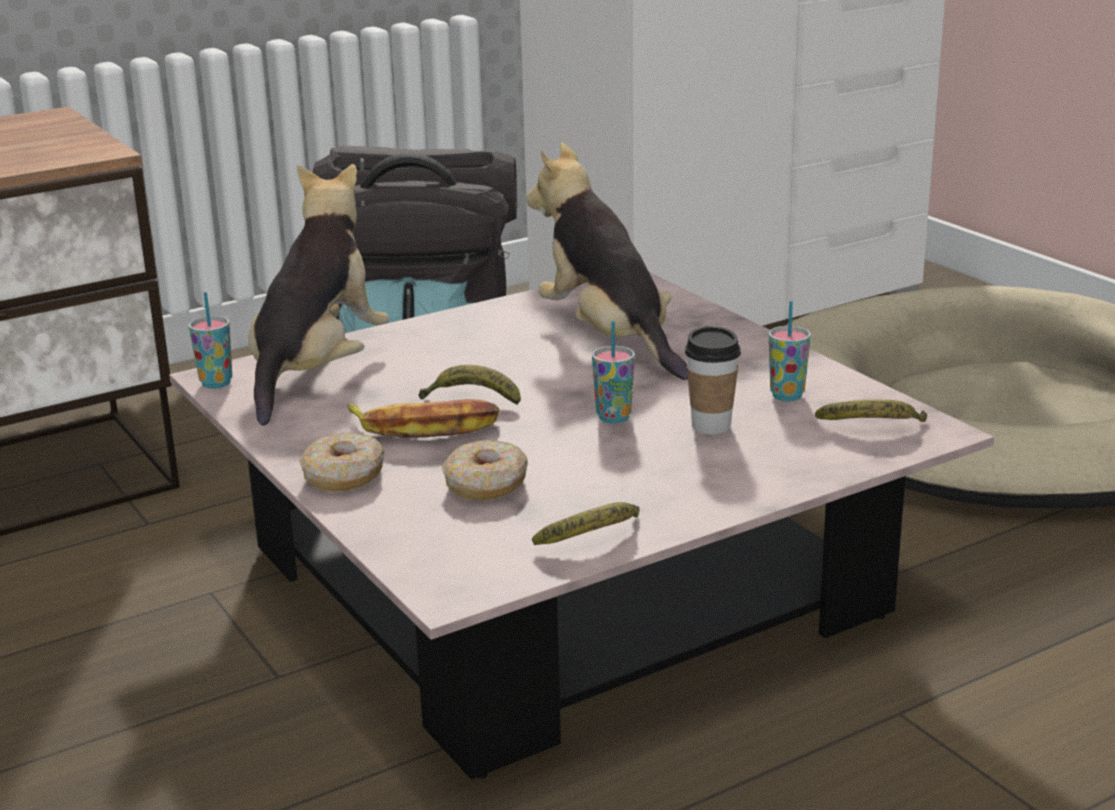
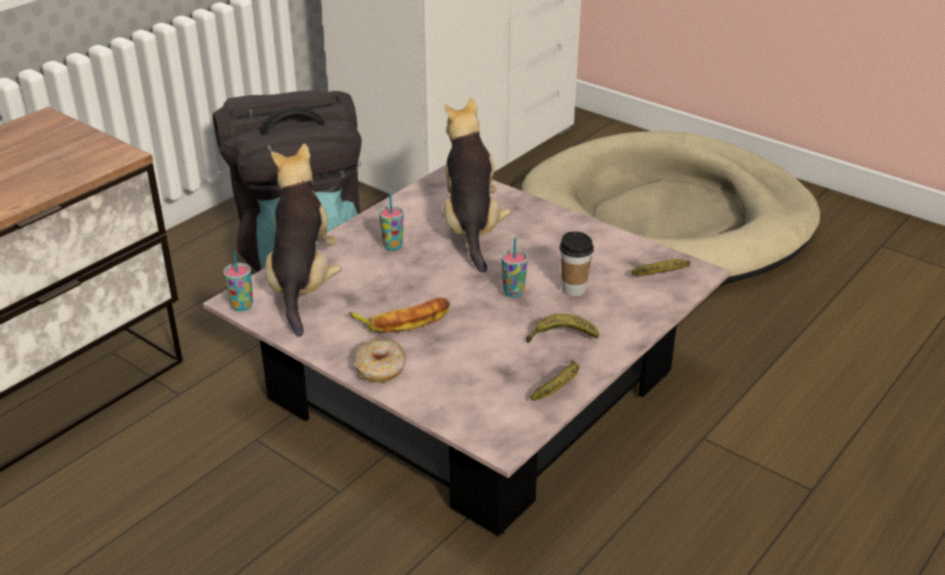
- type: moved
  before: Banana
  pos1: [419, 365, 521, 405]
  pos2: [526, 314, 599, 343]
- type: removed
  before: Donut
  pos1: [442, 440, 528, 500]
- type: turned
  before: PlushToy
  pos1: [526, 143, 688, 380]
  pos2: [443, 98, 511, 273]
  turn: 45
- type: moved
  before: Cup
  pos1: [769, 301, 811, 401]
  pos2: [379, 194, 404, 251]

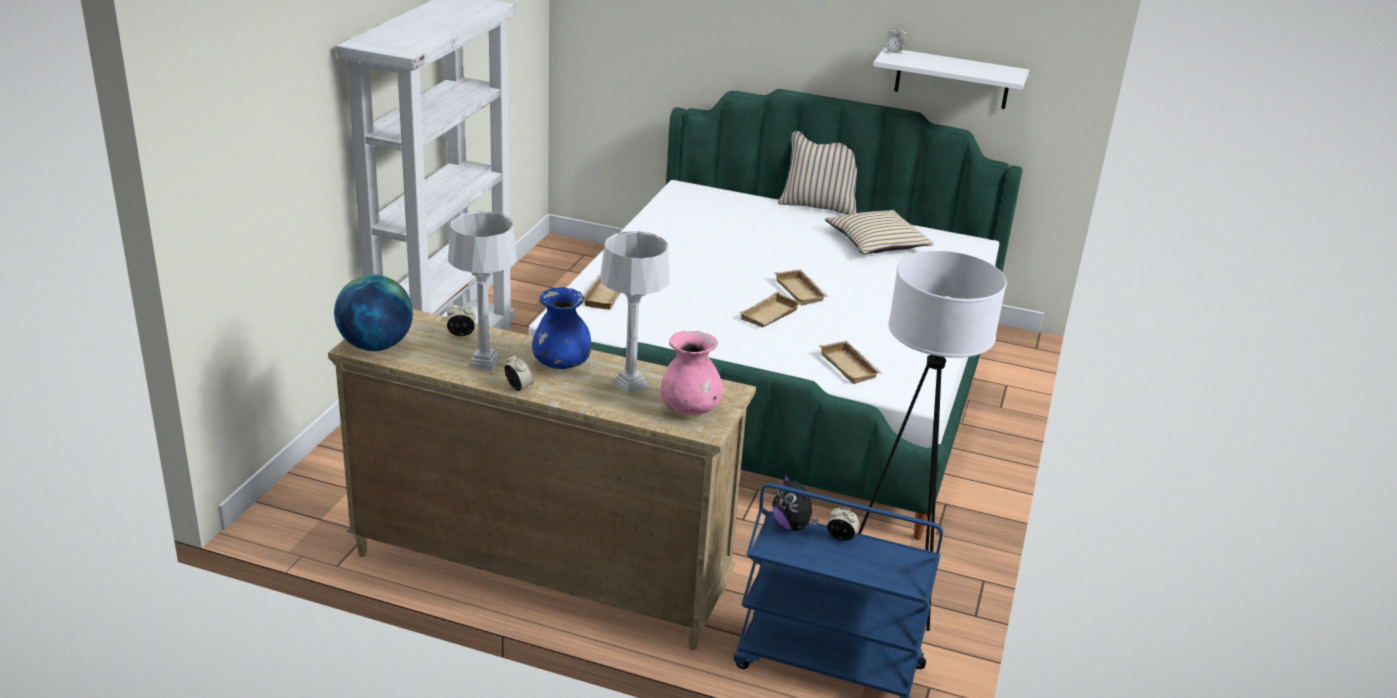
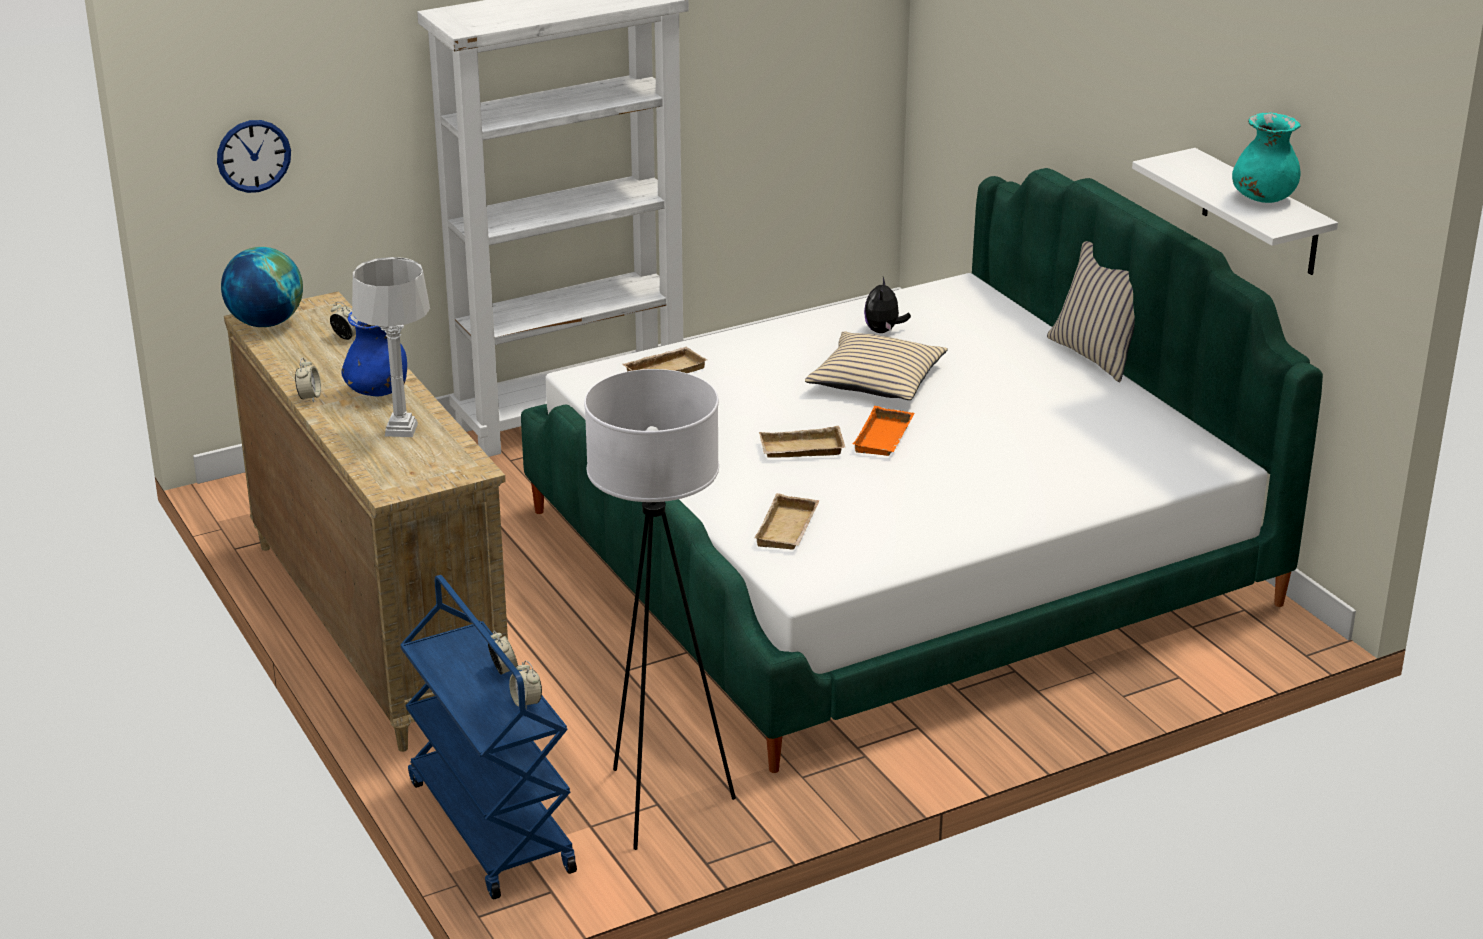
- type: removed
  before: GreyTableLamp
  pos1: [448, 211, 517, 371]
- type: removed
  before: PinkVase
  pos1: [661, 331, 723, 415]
- type: moved
  before: PlushToy
  pos1: [772, 473, 818, 531]
  pos2: [864, 277, 911, 333]
- type: recoloured
  before: BeigeTray
  after: OrangeTray
  pos1: [774, 269, 829, 305]
  pos2: [853, 406, 914, 456]
- type: moved
  before: BeigePillow
  pos1: [825, 210, 934, 254]
  pos2: [805, 331, 948, 400]
- type: moved
  before: AlarmClock
  pos1: [885, 25, 907, 54]
  pos2: [509, 660, 542, 710]
- type: added
  after: WallClock
  pos2: [217, 120, 291, 193]
- type: added
  after: TurquoiseVase
  pos2: [1232, 112, 1301, 203]

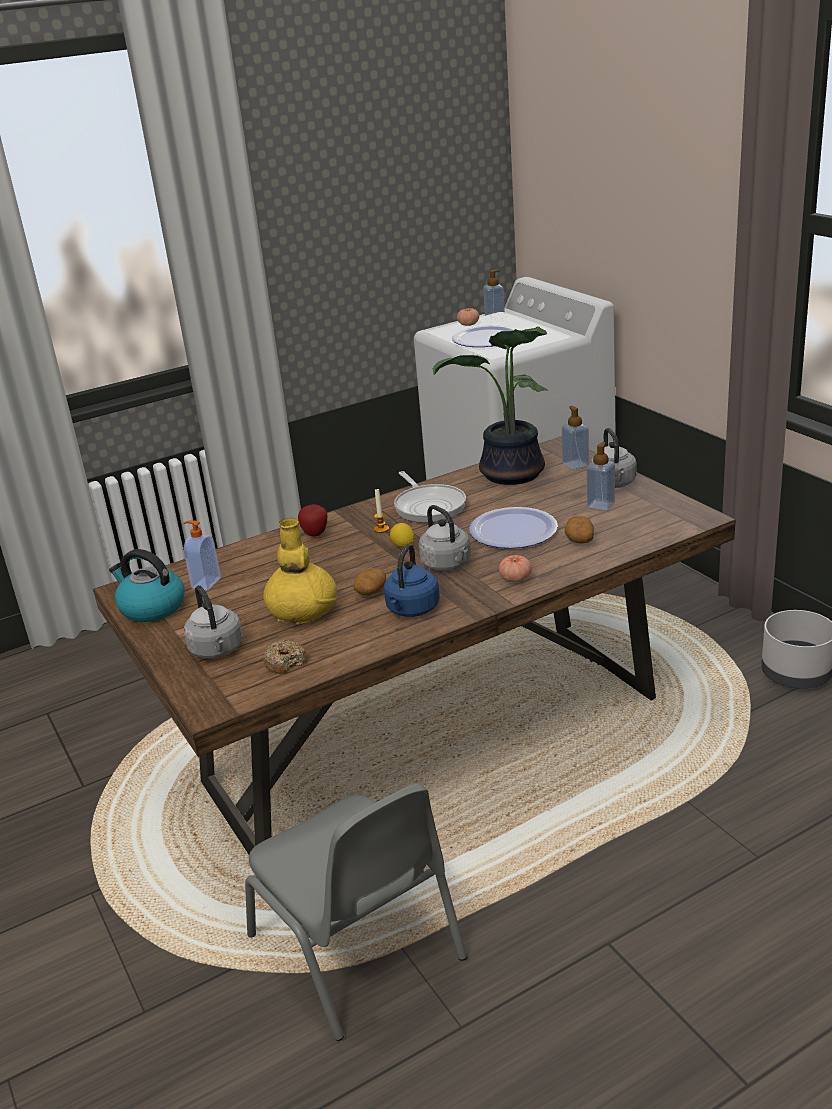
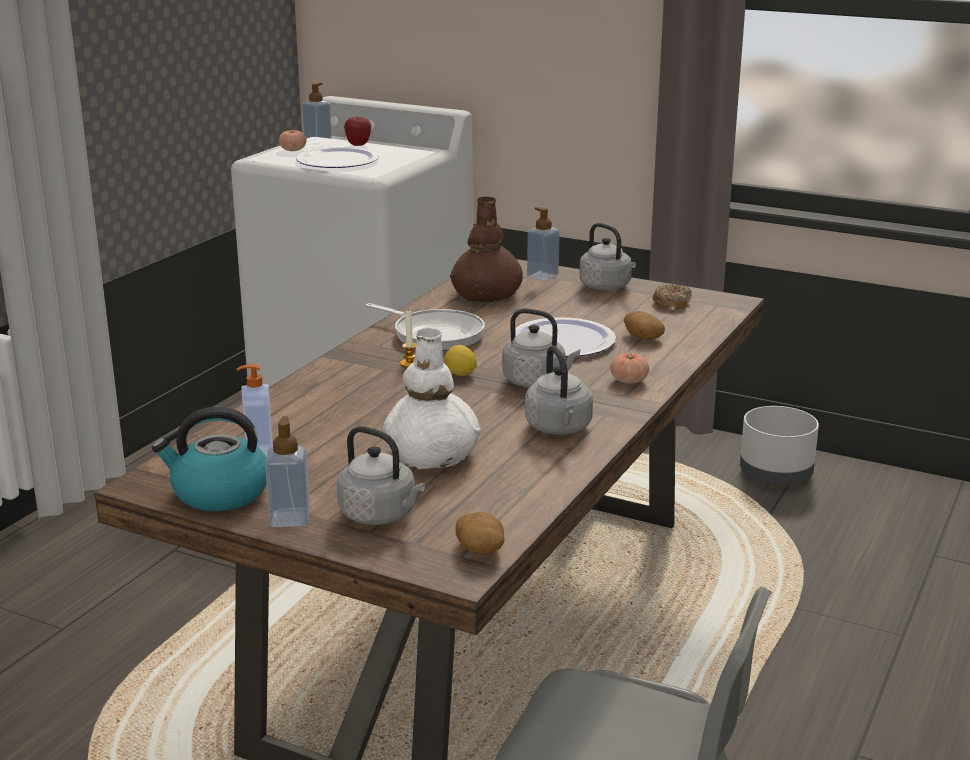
- type: recoloured
  before: YellowVase
  after: WhiteVase
  pos1: [263, 518, 337, 624]
  pos2: [383, 328, 481, 469]
- type: moved
  before: Donut
  pos1: [263, 640, 306, 674]
  pos2: [652, 284, 692, 310]
- type: moved
  before: Apple
  pos1: [298, 504, 327, 536]
  pos2: [344, 117, 371, 146]
- type: moved
  before: Potato
  pos1: [353, 568, 386, 595]
  pos2: [455, 512, 505, 554]
- type: recoloured
  before: BlueKettle
  after: GreyKettle
  pos1: [384, 544, 440, 617]
  pos2: [525, 345, 593, 435]
- type: replaced
  before: PottedPlant
  after: BrownVase
  pos1: [433, 327, 549, 485]
  pos2: [450, 197, 523, 303]
- type: moved
  before: SoapDispenser
  pos1: [587, 442, 615, 510]
  pos2: [265, 416, 310, 527]

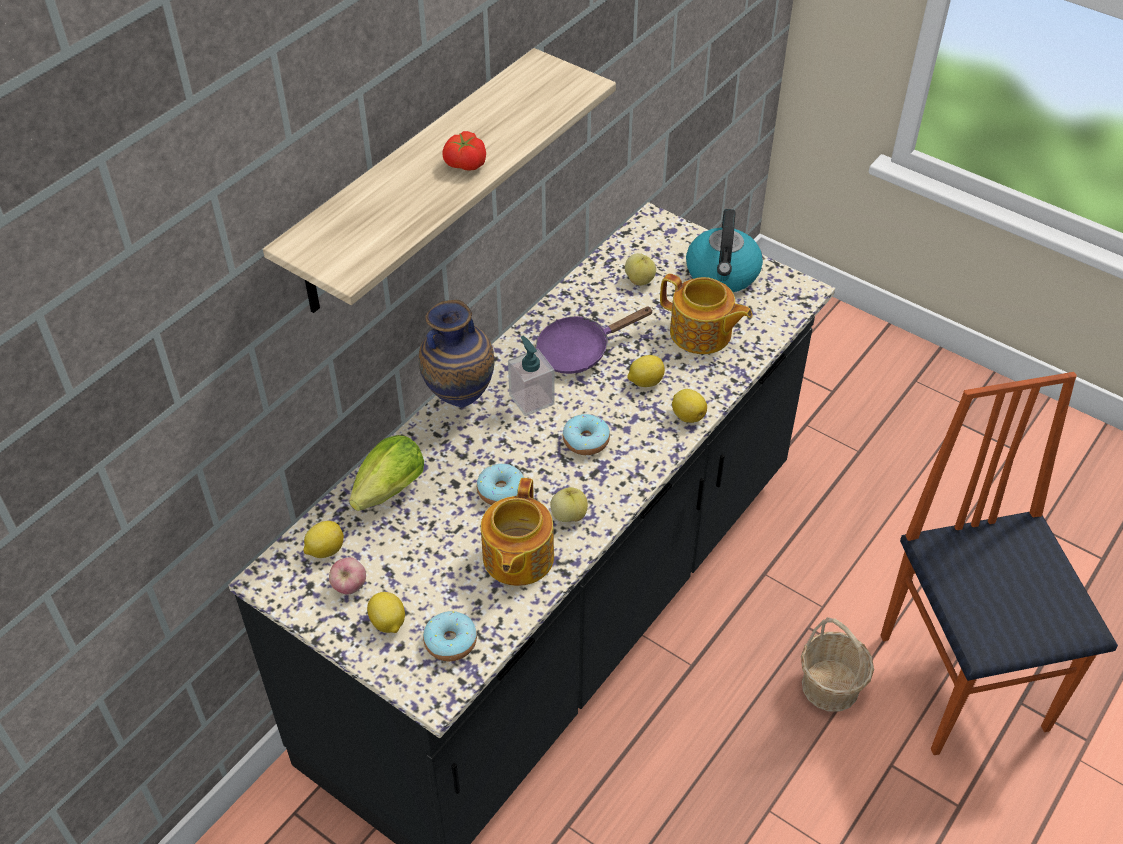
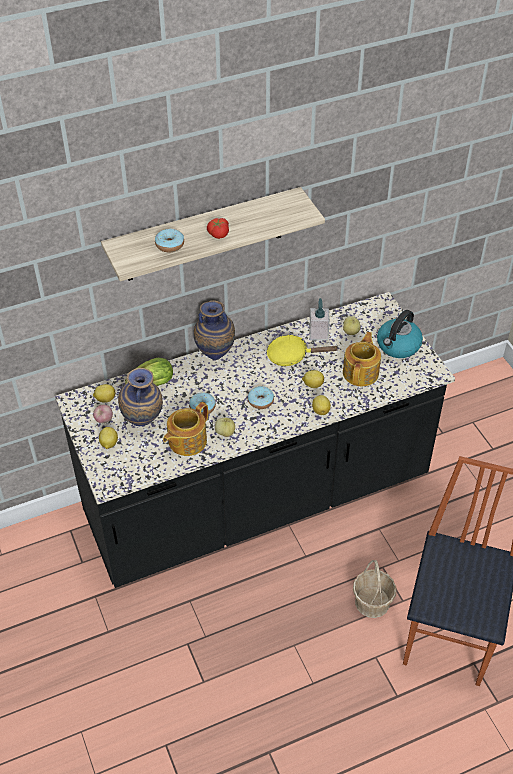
- type: moved
  before: Donut
  pos1: [423, 611, 477, 661]
  pos2: [155, 229, 184, 252]
- type: moved
  before: SoapDispenser
  pos1: [508, 336, 555, 416]
  pos2: [309, 298, 330, 340]
- type: recoloured
  before: PurpleFryingPan
  after: YellowFryingPan
  pos1: [536, 307, 654, 374]
  pos2: [267, 334, 339, 366]
- type: turned
  before: Teapot
  pos1: [660, 274, 752, 354]
  pos2: [343, 332, 381, 386]
  turn: -135
- type: added
  after: Vase
  pos2: [118, 368, 163, 426]

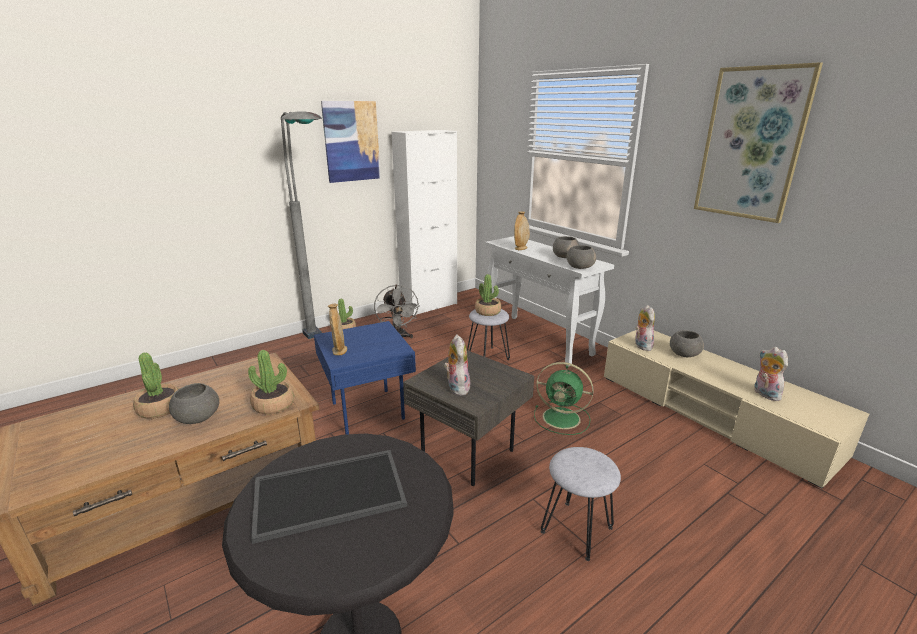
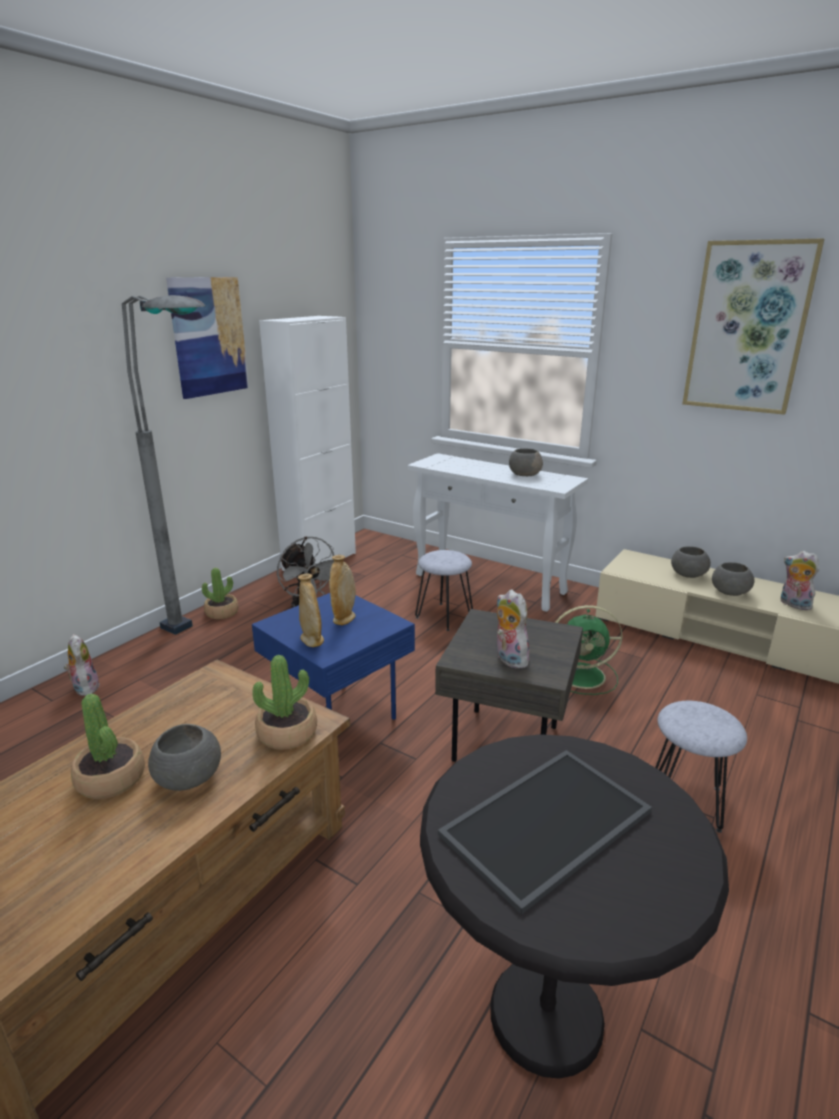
- type: removed
  before: PottedPlant
  pos1: [475, 274, 501, 316]
- type: moved
  before: BeigeVase
  pos1: [514, 212, 530, 250]
  pos2: [329, 555, 356, 625]
- type: moved
  before: GreyBowl
  pos1: [567, 245, 596, 269]
  pos2: [712, 562, 754, 596]
- type: moved
  before: PlushToy
  pos1: [635, 305, 655, 351]
  pos2: [63, 634, 99, 696]

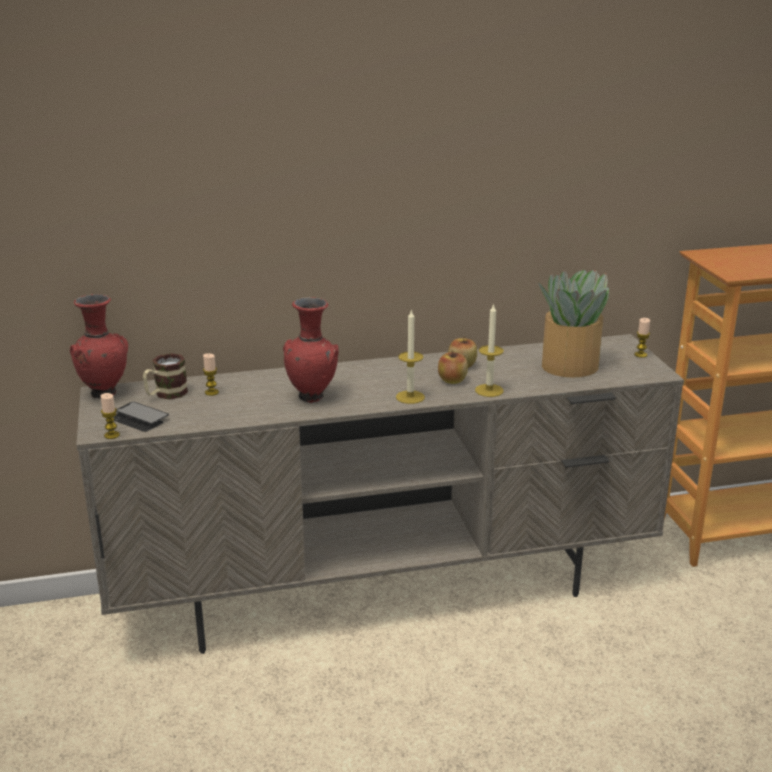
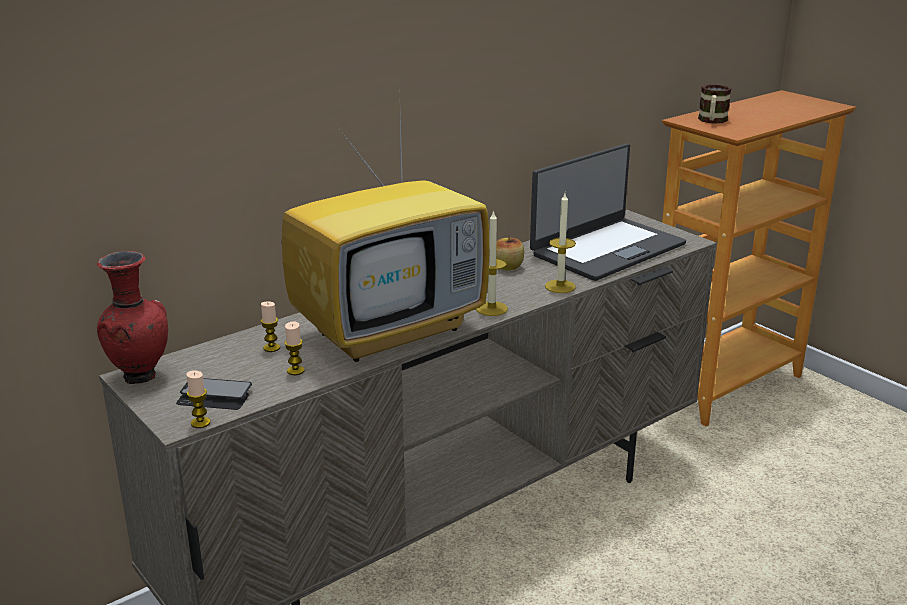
- type: moved
  before: Mug
  pos1: [143, 353, 188, 400]
  pos2: [698, 84, 731, 123]
- type: replaced
  before: RedVase
  after: Television
  pos1: [283, 297, 339, 403]
  pos2: [282, 86, 490, 362]
- type: removed
  before: Apple
  pos1: [438, 351, 468, 384]
- type: replaced
  before: PottedPlant
  after: Laptop
  pos1: [538, 270, 609, 378]
  pos2: [530, 144, 686, 281]
- type: moved
  before: Candle
  pos1: [634, 318, 650, 358]
  pos2: [285, 321, 305, 375]

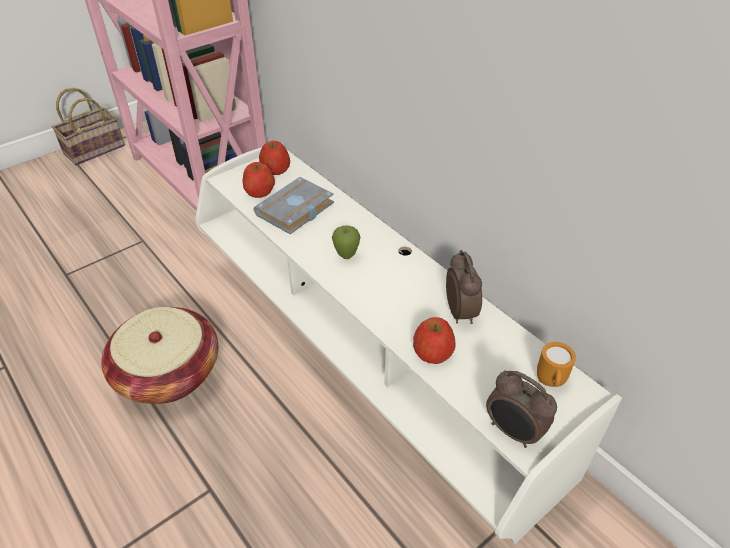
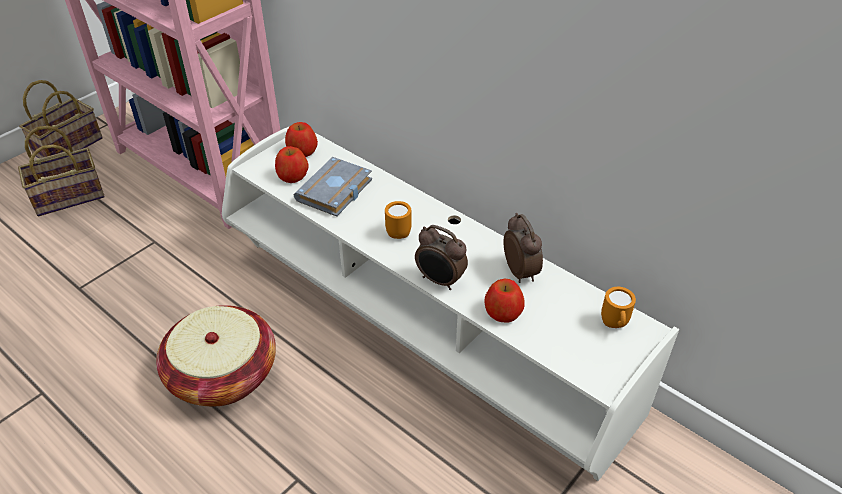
- type: replaced
  before: Apple
  after: OrangeMug
  pos1: [332, 226, 360, 259]
  pos2: [385, 201, 412, 239]
- type: moved
  before: AlarmClock
  pos1: [486, 370, 557, 448]
  pos2: [415, 225, 468, 290]
- type: added
  after: Basket
  pos2: [18, 125, 105, 216]

